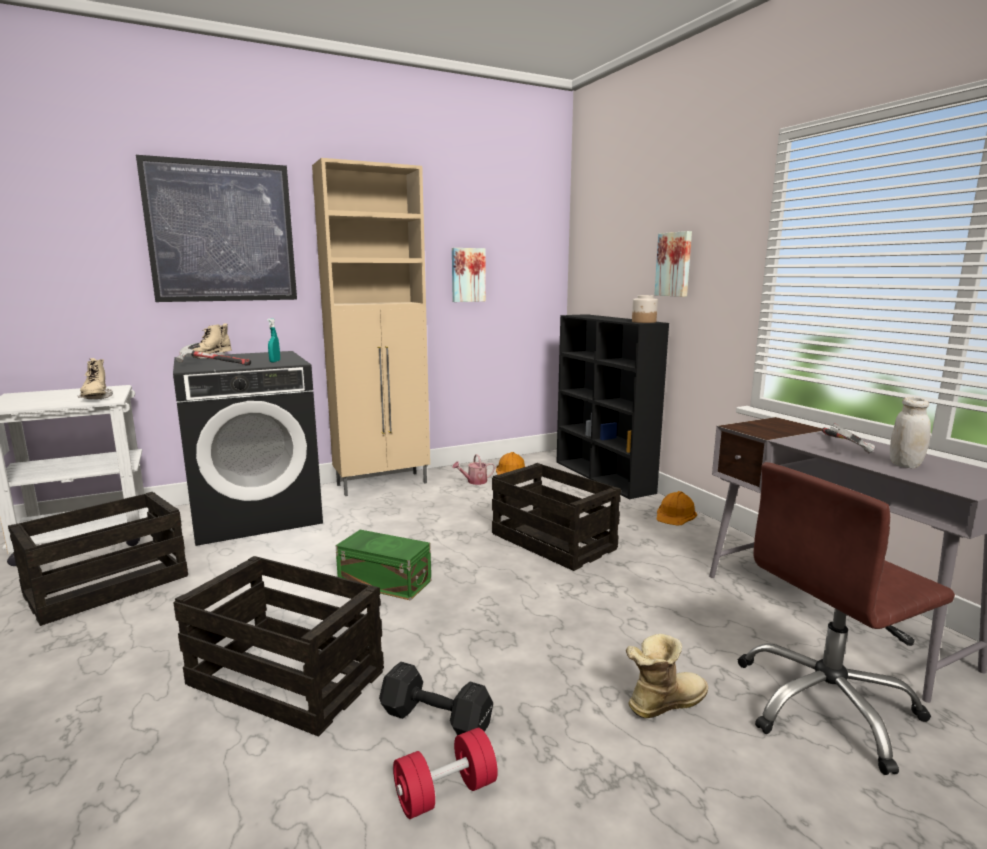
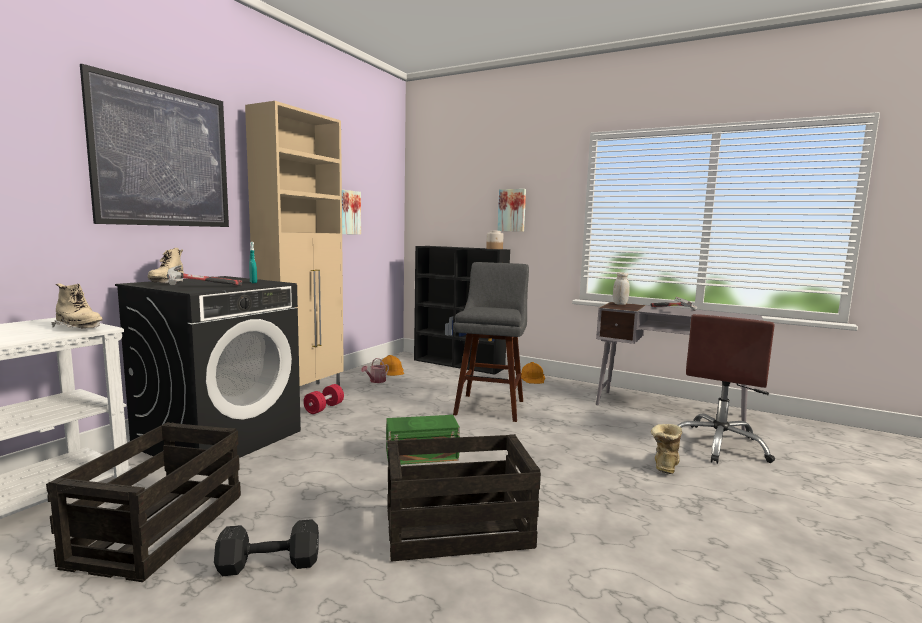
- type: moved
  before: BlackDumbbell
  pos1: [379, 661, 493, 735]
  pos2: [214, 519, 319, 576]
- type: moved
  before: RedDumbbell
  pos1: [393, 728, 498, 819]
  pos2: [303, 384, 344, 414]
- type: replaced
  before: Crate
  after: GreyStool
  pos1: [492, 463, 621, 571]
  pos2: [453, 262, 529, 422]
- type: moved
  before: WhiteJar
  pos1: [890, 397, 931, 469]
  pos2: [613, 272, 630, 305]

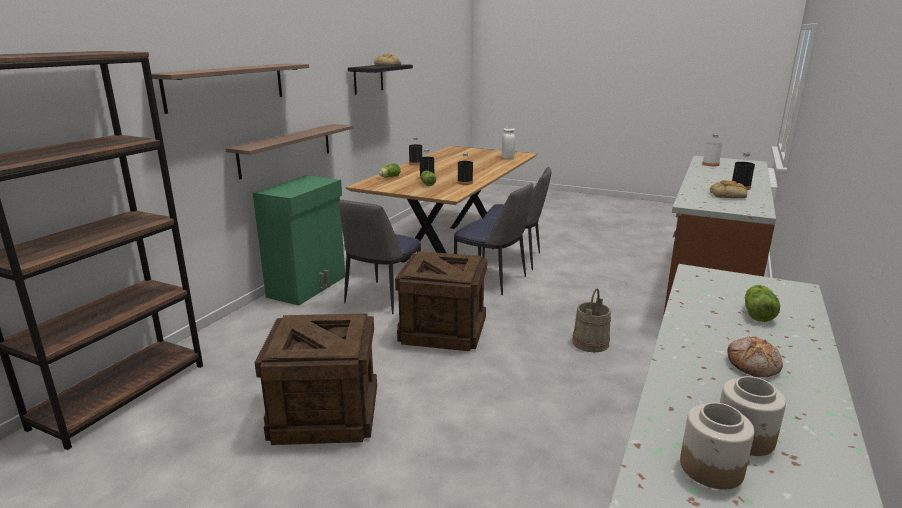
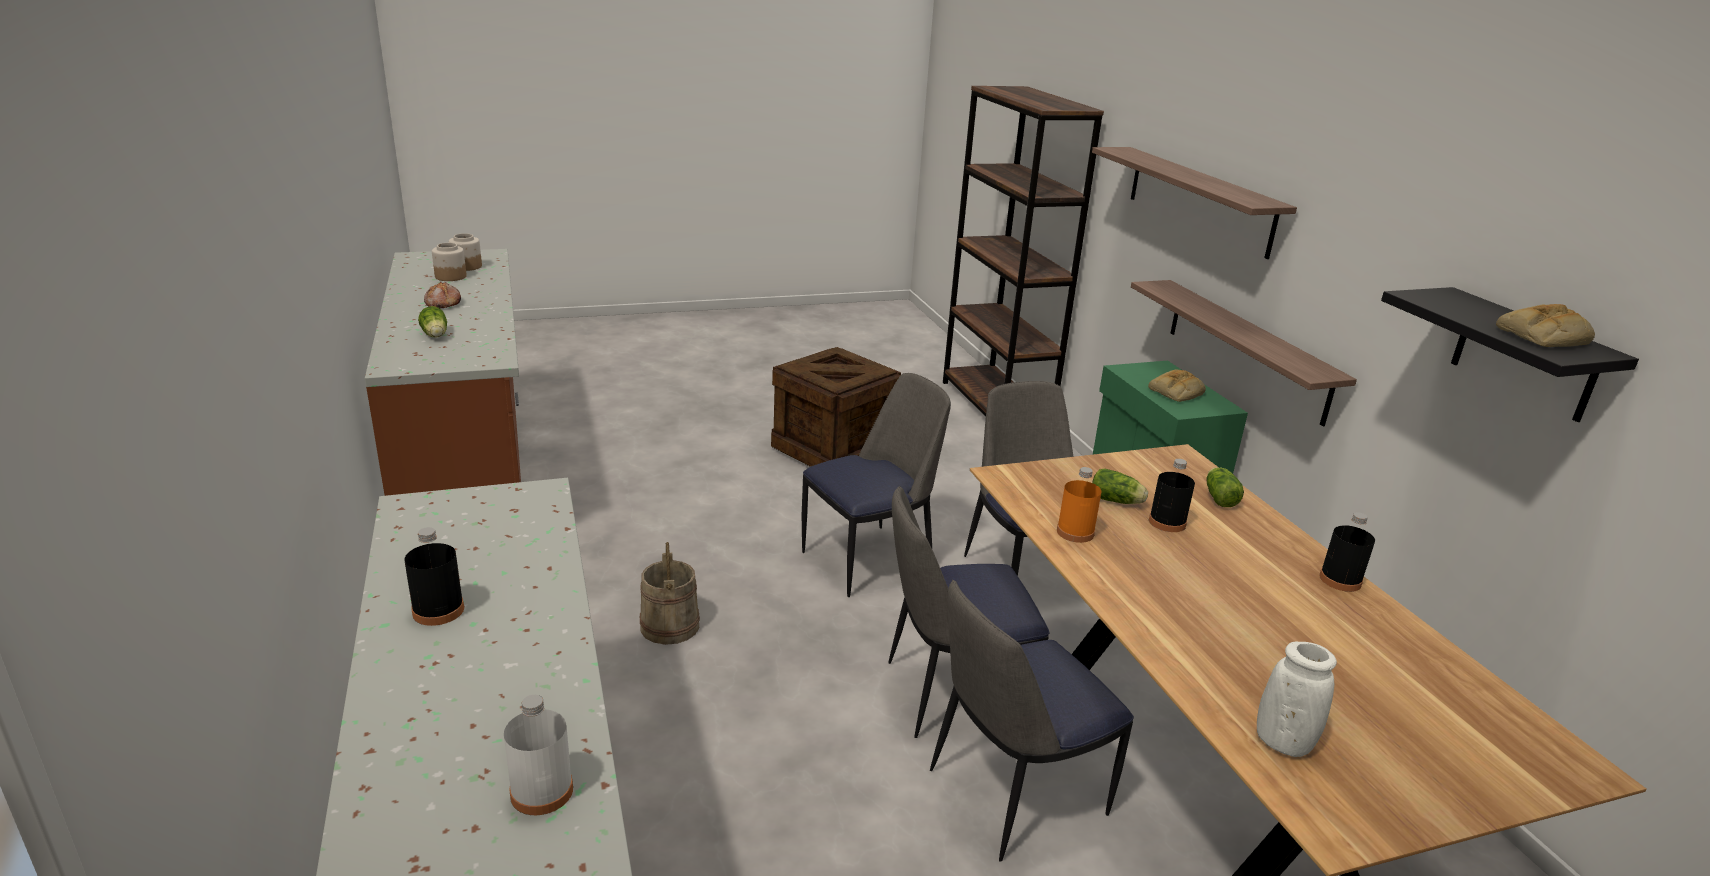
- type: replaced
  before: Crate
  after: Chair
  pos1: [395, 251, 487, 351]
  pos2: [802, 373, 951, 597]
- type: recoloured
  before: BlackBottle
  after: OrangeBottle
  pos1: [457, 153, 473, 185]
  pos2: [1057, 467, 1101, 543]
- type: moved
  before: Bread
  pos1: [710, 180, 747, 198]
  pos2: [1148, 370, 1206, 402]

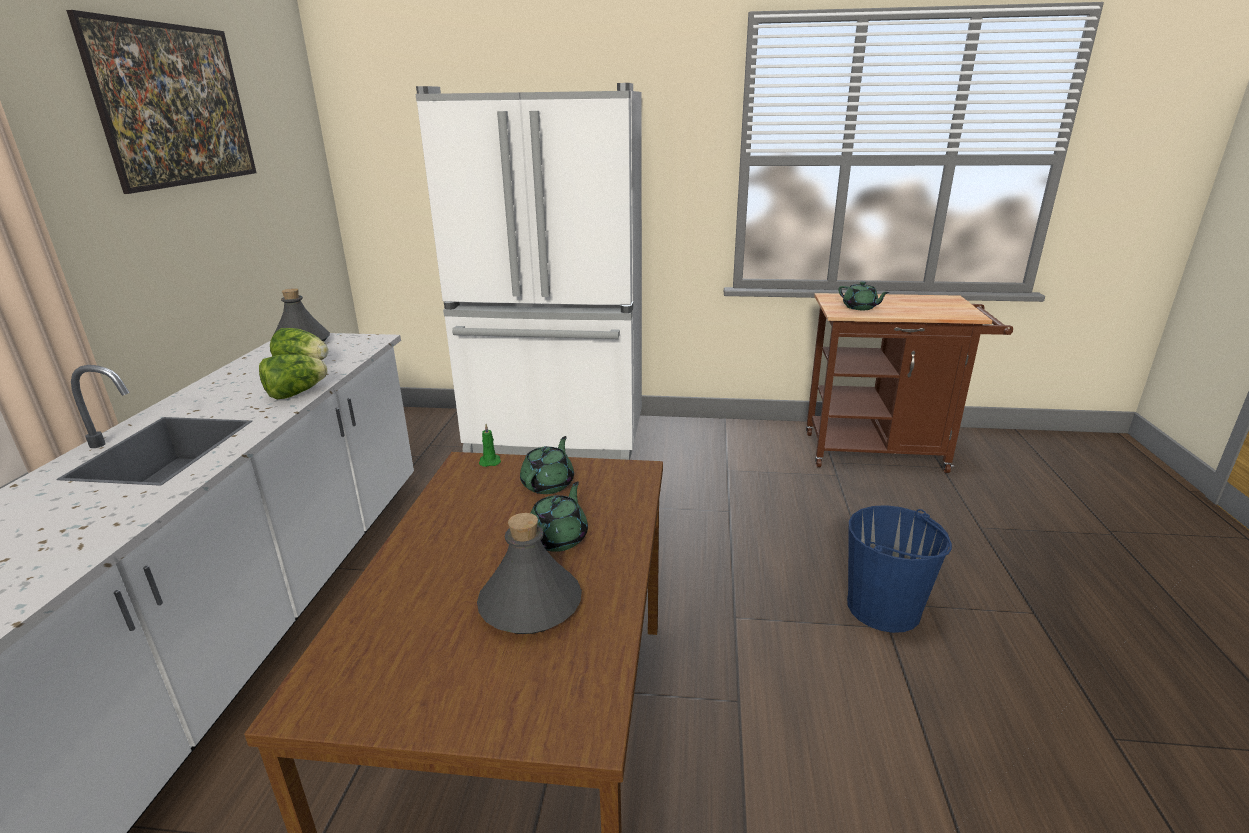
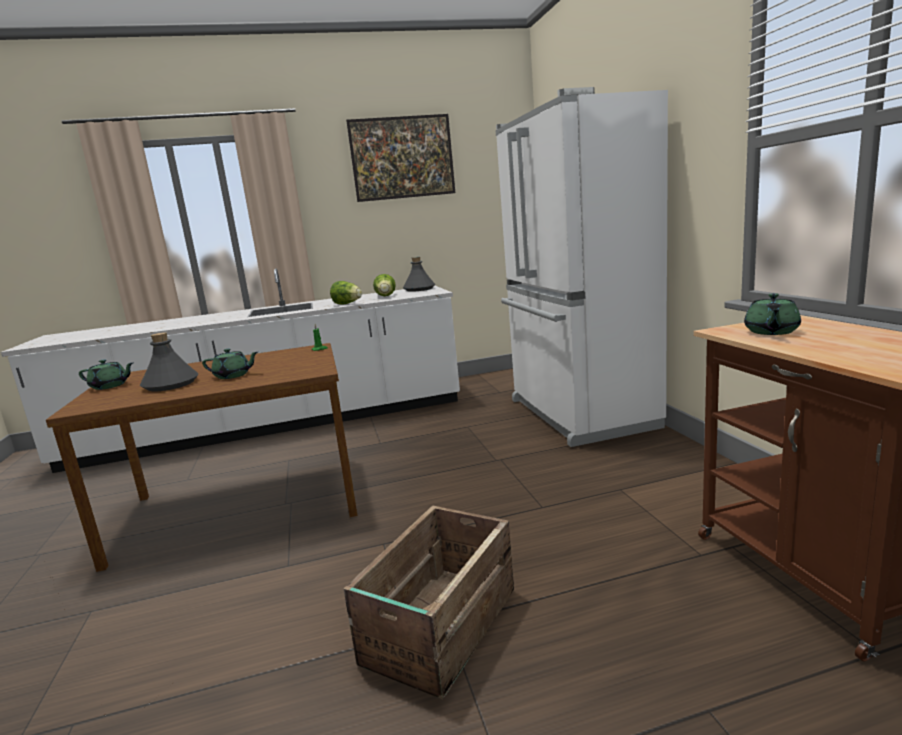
- type: moved
  before: GreenTeapot
  pos1: [520, 436, 574, 494]
  pos2: [79, 359, 133, 390]
- type: replaced
  before: BlueBucket
  after: Crate
  pos1: [847, 505, 952, 633]
  pos2: [344, 505, 514, 700]

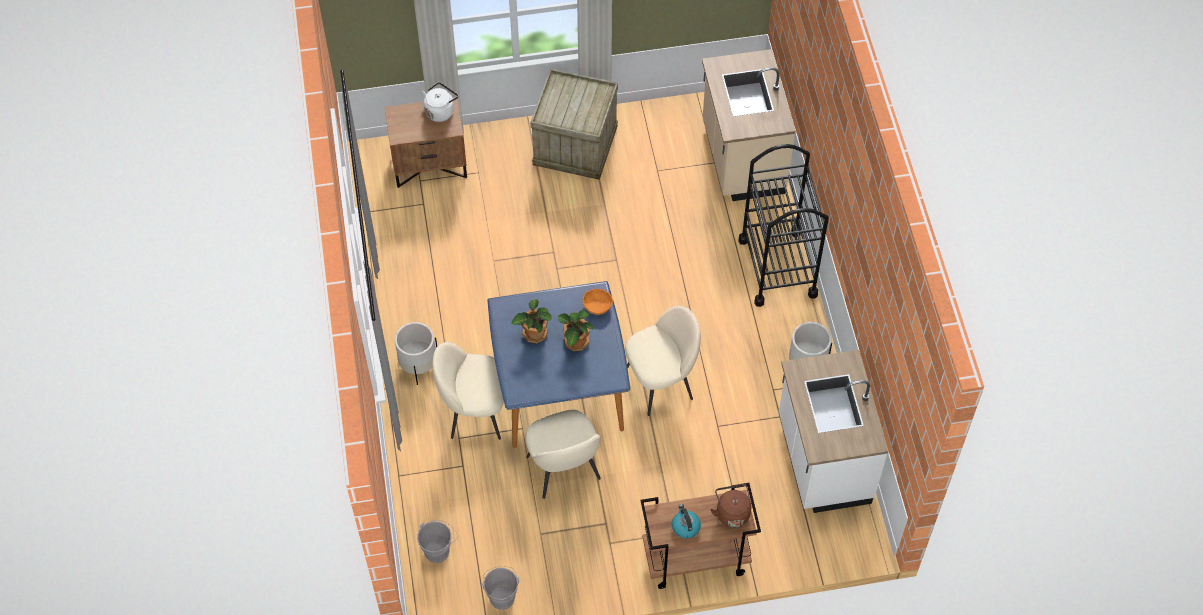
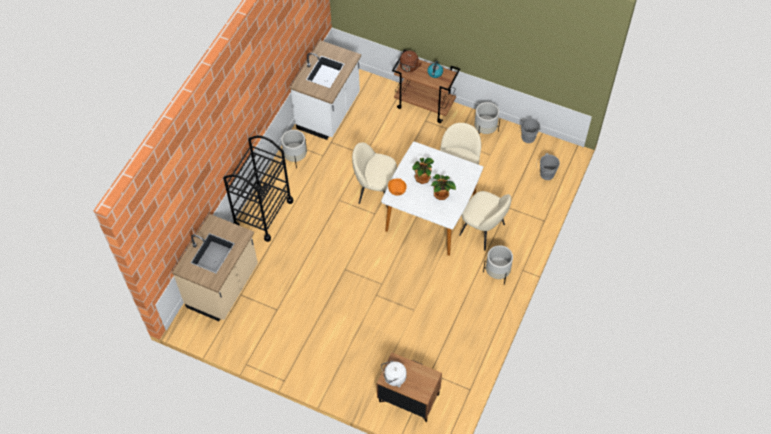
- type: recoloured
  before: BlueDiningTable
  after: WhiteDiningTable
  pos1: [487, 281, 630, 448]
  pos2: [381, 141, 484, 256]
- type: removed
  before: Crate
  pos1: [530, 69, 618, 180]
- type: added
  after: WhitePlanter
  pos2: [474, 102, 500, 134]

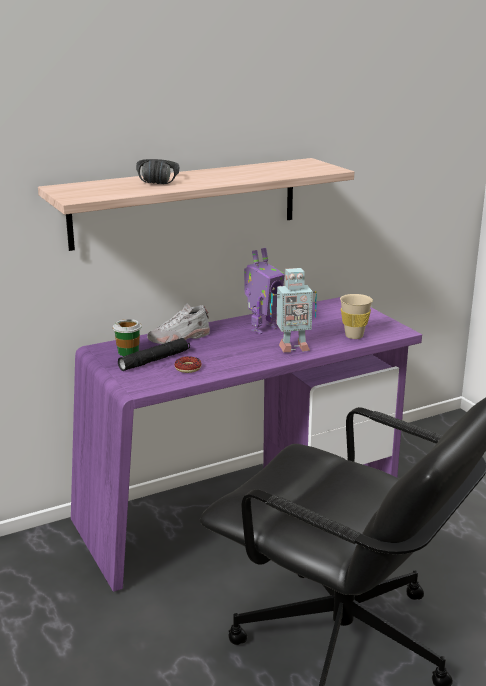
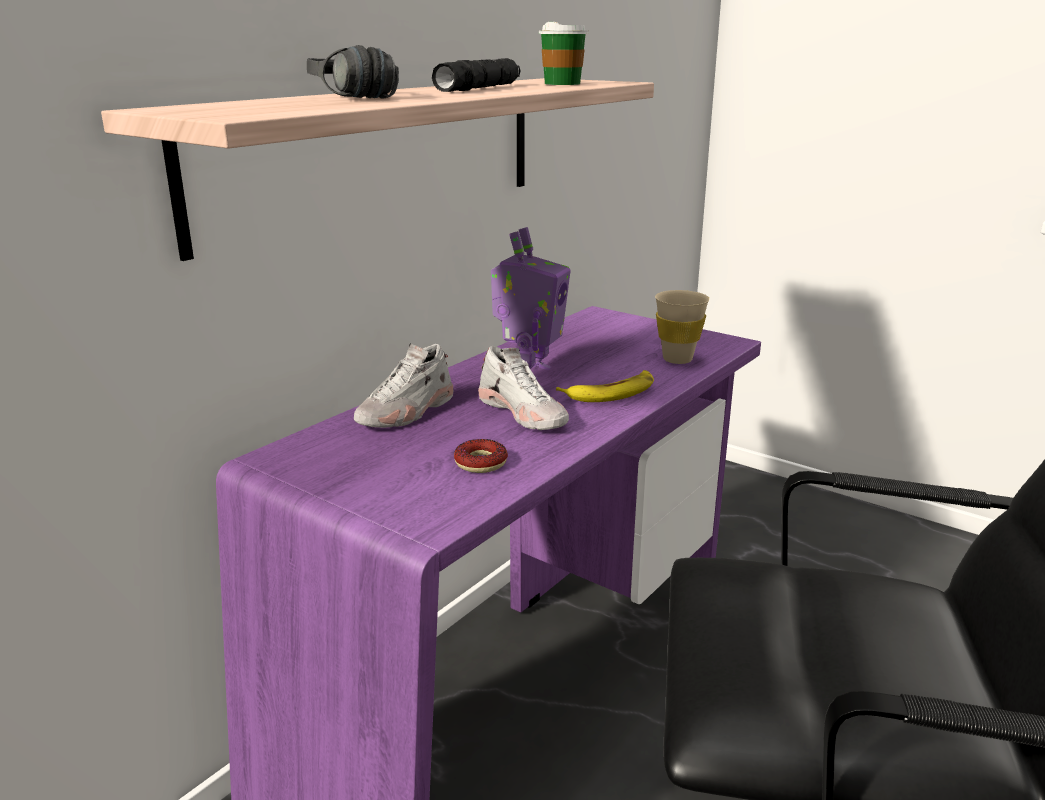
- type: moved
  before: Cup
  pos1: [113, 319, 141, 356]
  pos2: [539, 22, 589, 85]
- type: moved
  before: BlackFlashlight
  pos1: [118, 338, 190, 371]
  pos2: [432, 58, 521, 92]
- type: replaced
  before: ToyRobot
  after: Banana
  pos1: [270, 268, 317, 352]
  pos2: [556, 370, 654, 402]
- type: added
  after: WhiteShoe
  pos2: [478, 346, 569, 430]

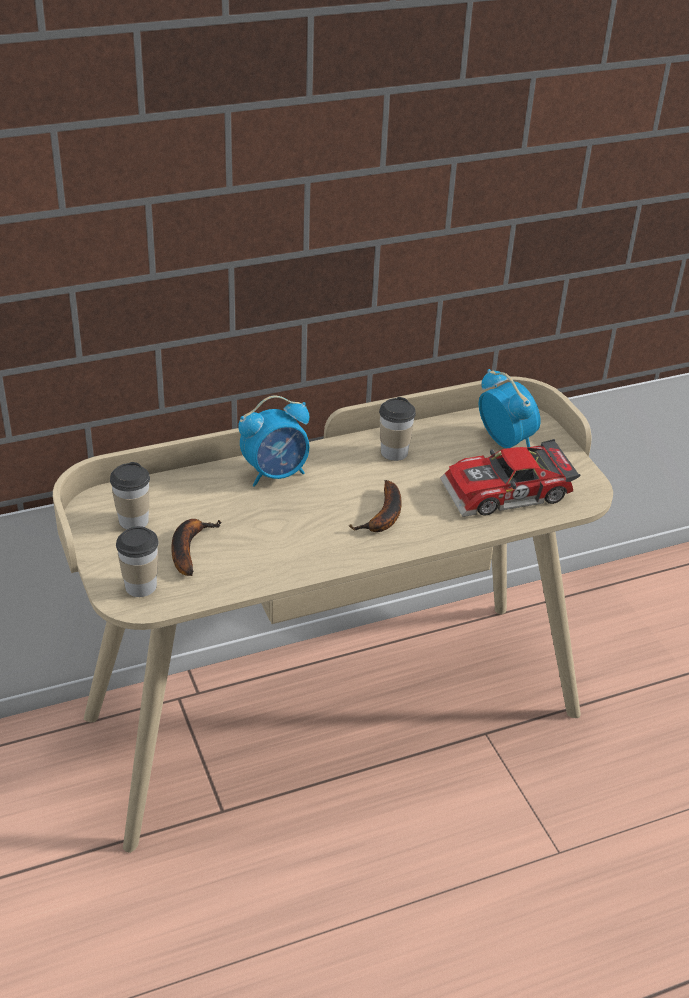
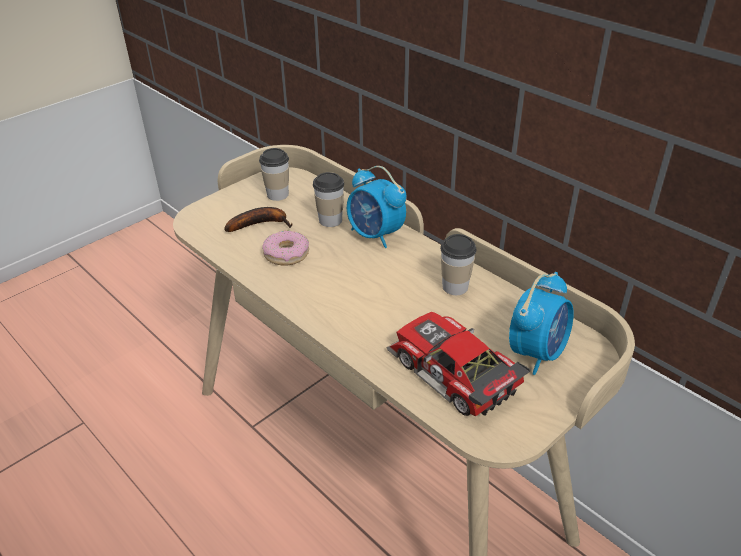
- type: moved
  before: Cup
  pos1: [116, 526, 159, 597]
  pos2: [313, 172, 344, 227]
- type: removed
  before: Banana
  pos1: [348, 480, 402, 532]
- type: added
  after: Donut
  pos2: [262, 231, 309, 266]

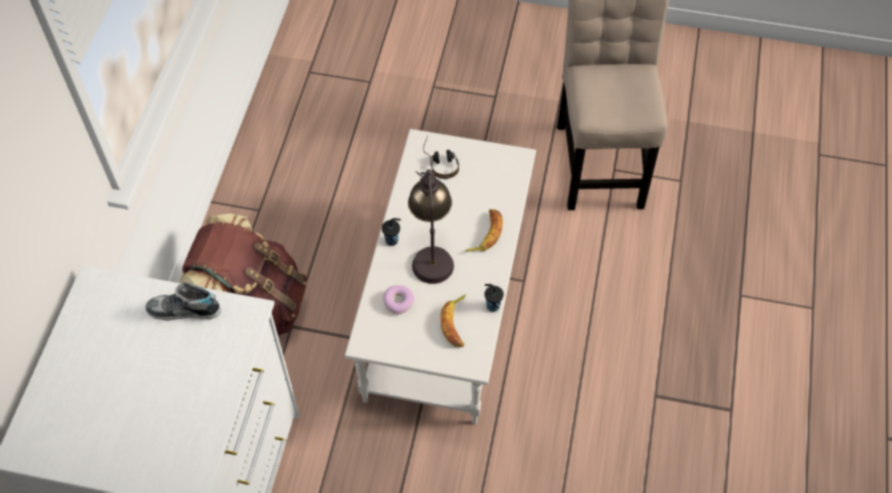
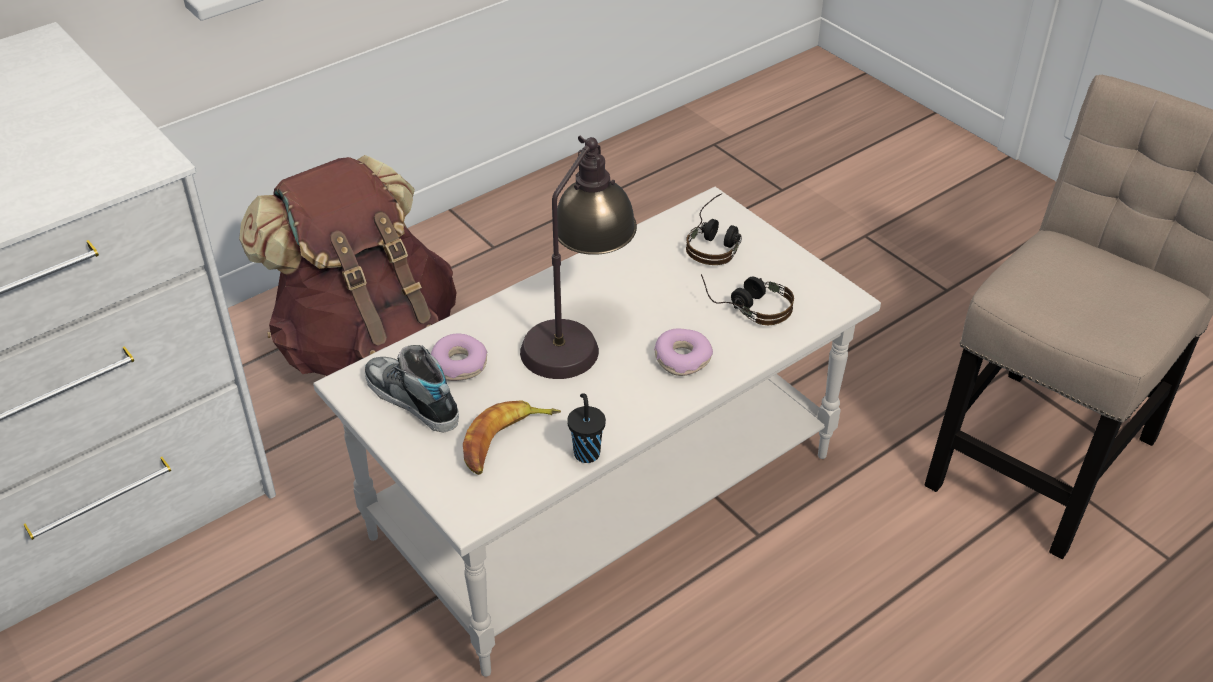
- type: moved
  before: Shoe
  pos1: [146, 282, 221, 321]
  pos2: [364, 345, 459, 433]
- type: removed
  before: BlackCup
  pos1: [382, 218, 401, 246]
- type: replaced
  before: Banana
  after: Donut
  pos1: [465, 209, 503, 252]
  pos2: [654, 329, 713, 376]
- type: added
  after: Headphones
  pos2: [701, 274, 794, 325]

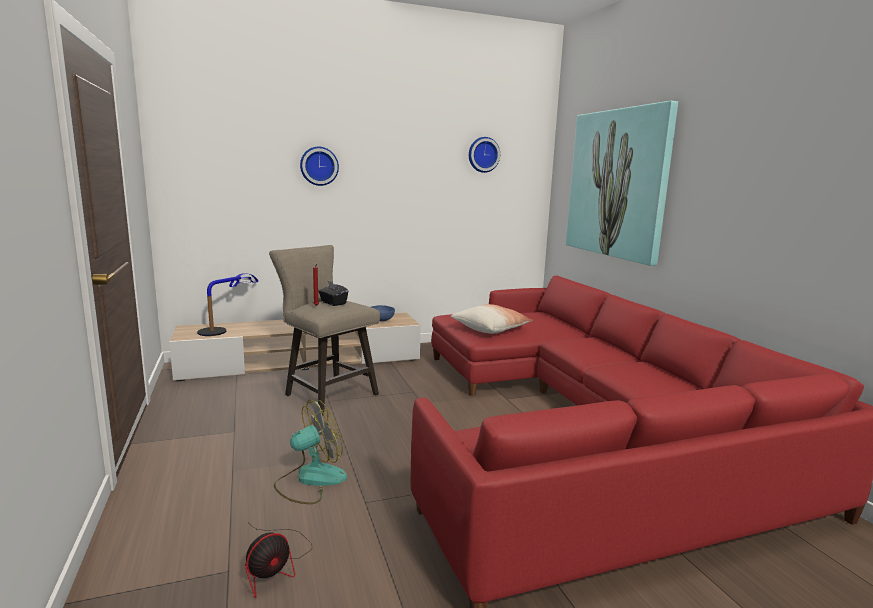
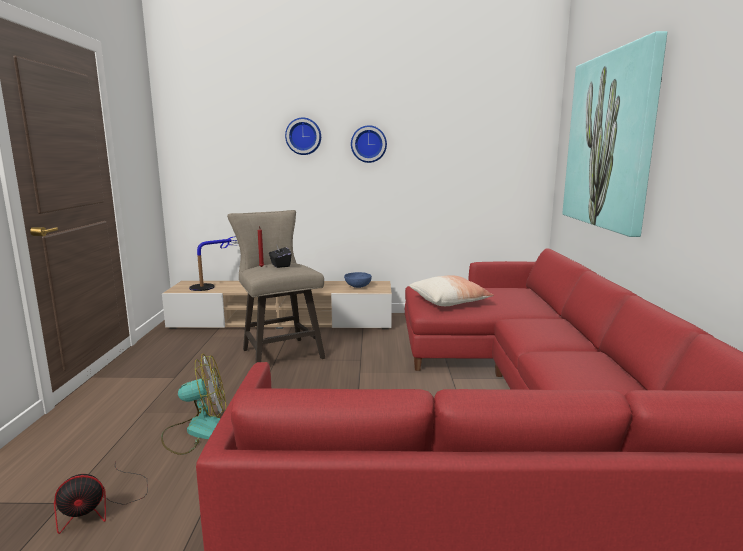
- type: moved
  before: WallClock
  pos1: [469, 137, 500, 173]
  pos2: [351, 125, 387, 163]

